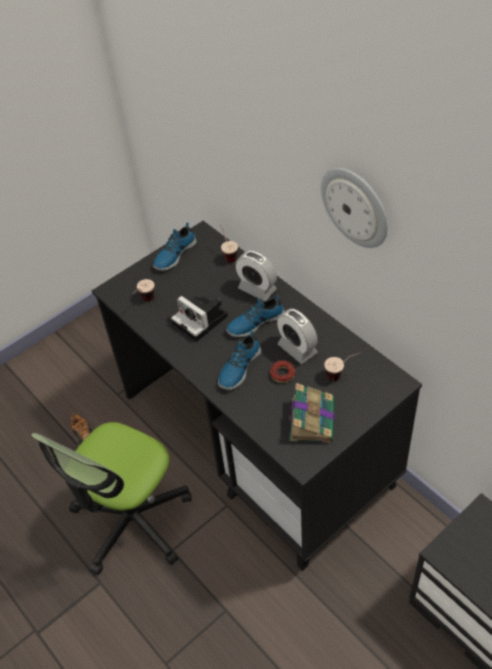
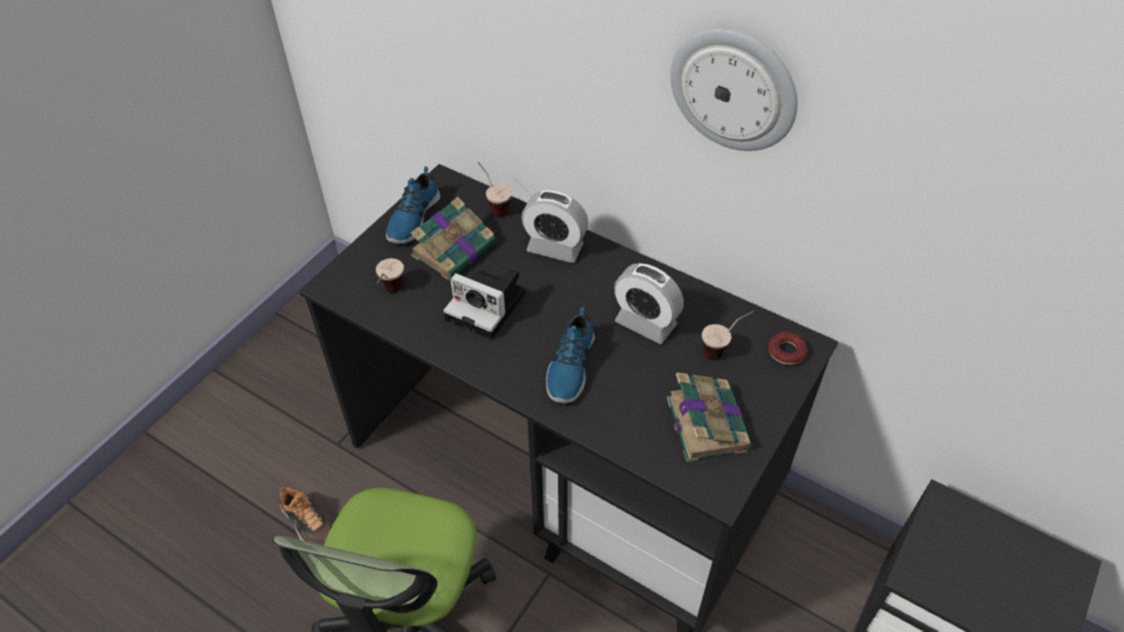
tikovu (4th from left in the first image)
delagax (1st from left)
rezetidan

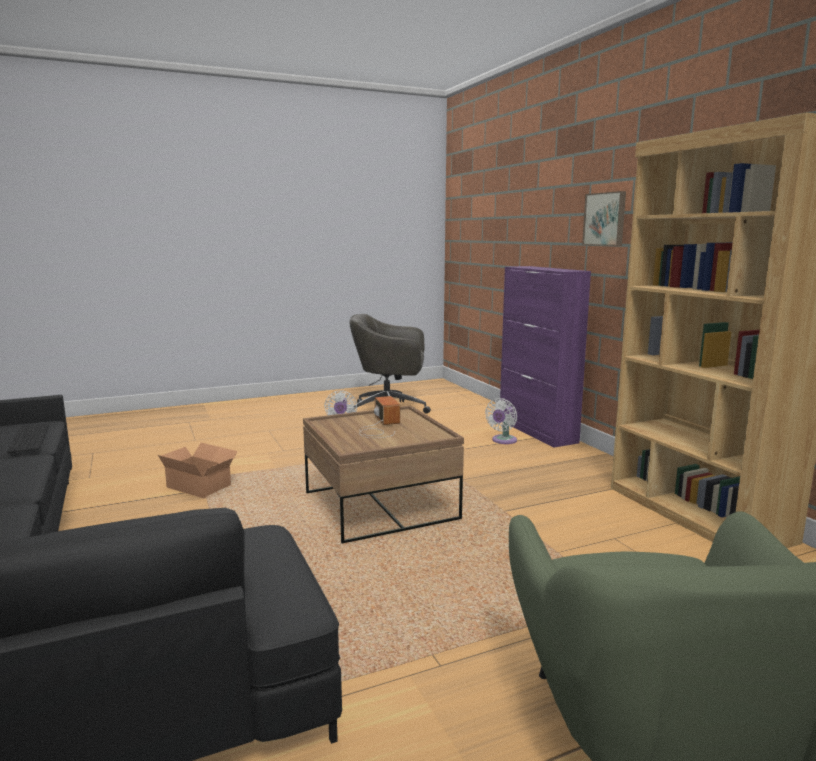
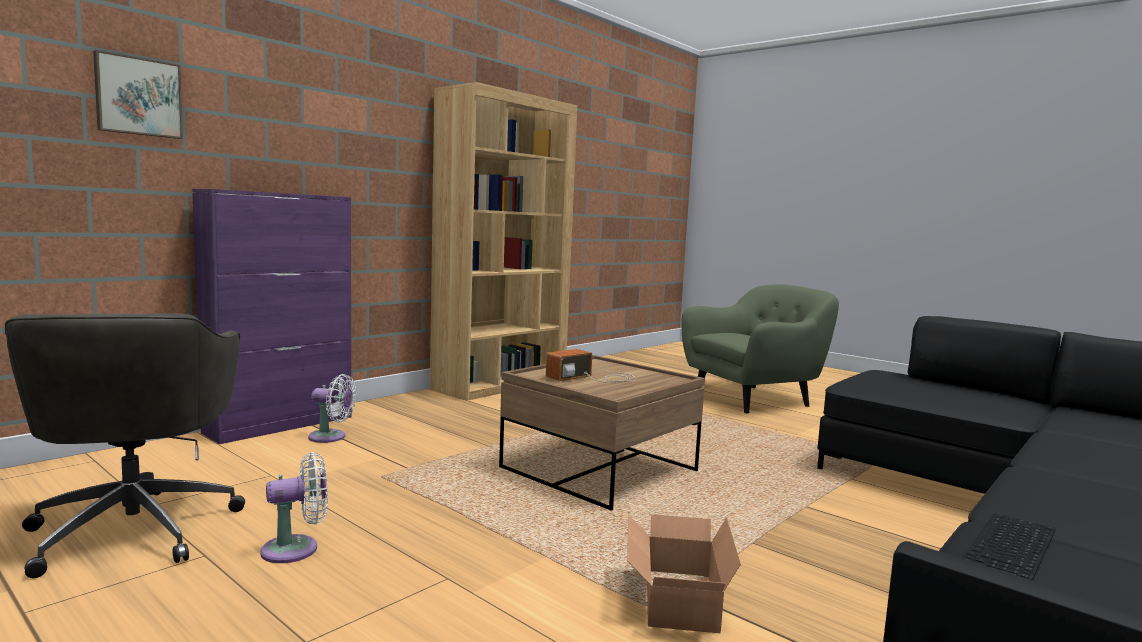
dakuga

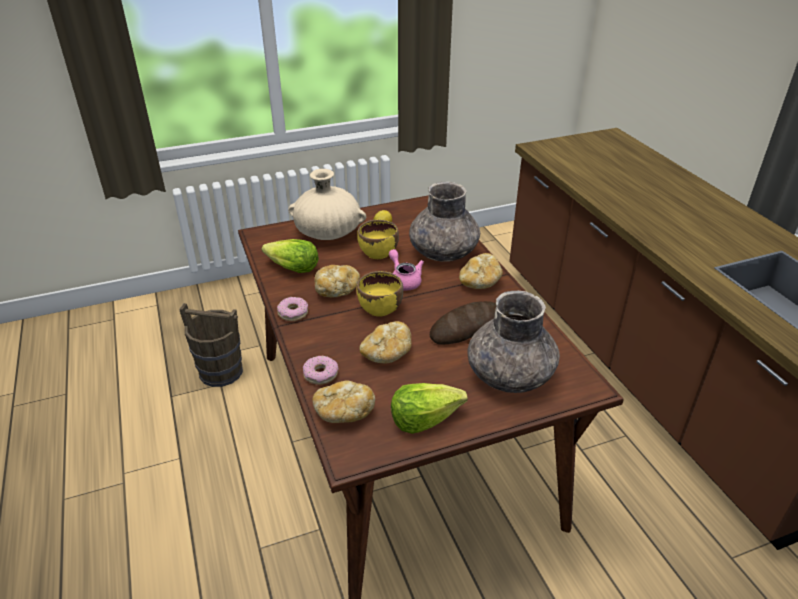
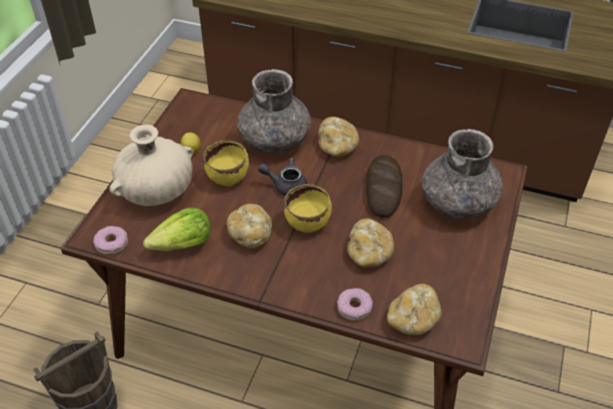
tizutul (2nd from left in the first image)
rezetidan (1st from left)
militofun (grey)

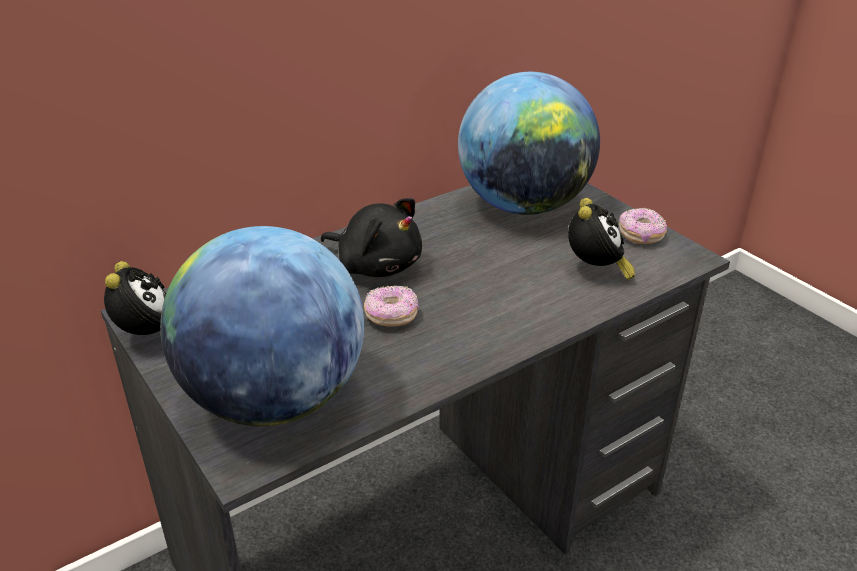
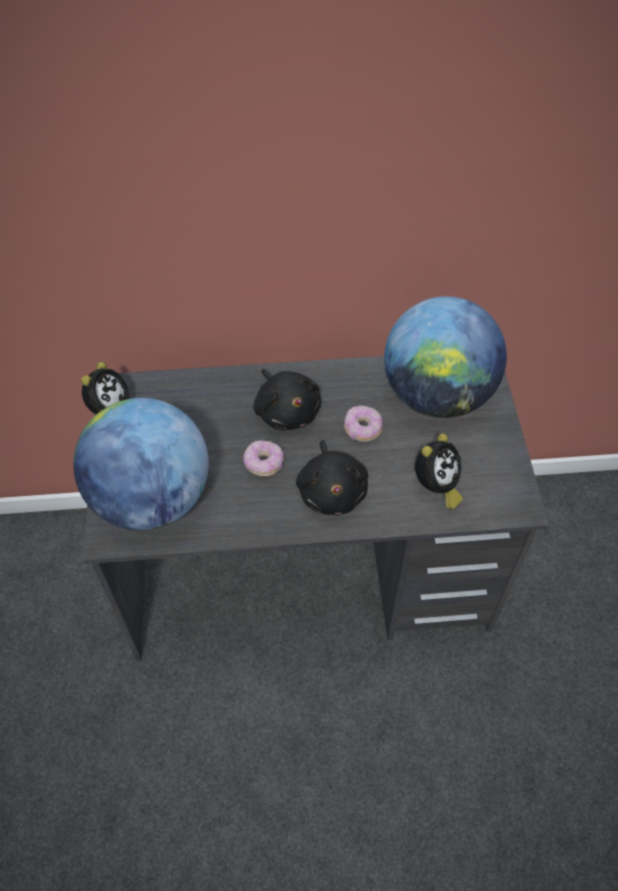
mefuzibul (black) (2nd from left)
rezetidan (2nd from left)

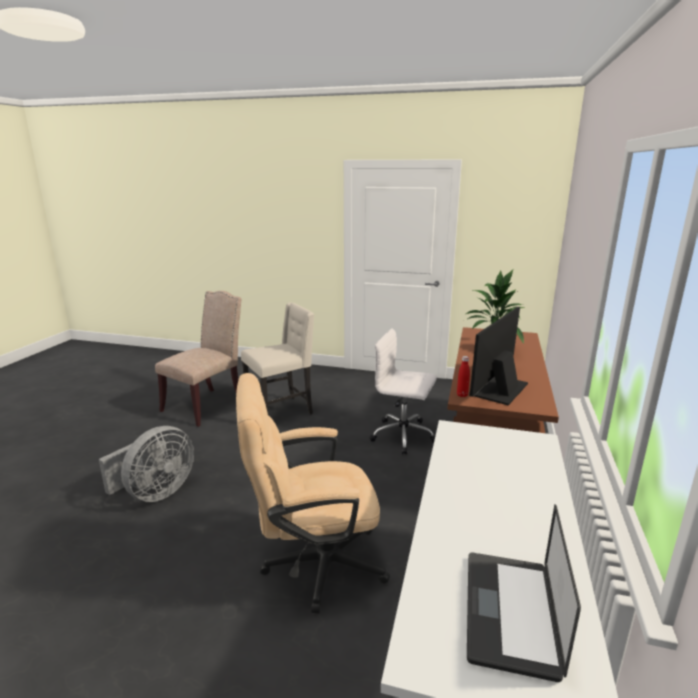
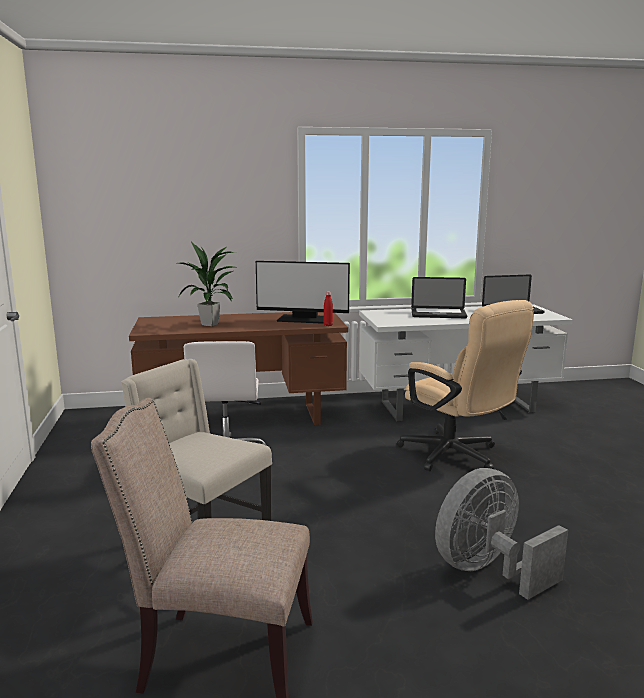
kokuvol (1st from left)
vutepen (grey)

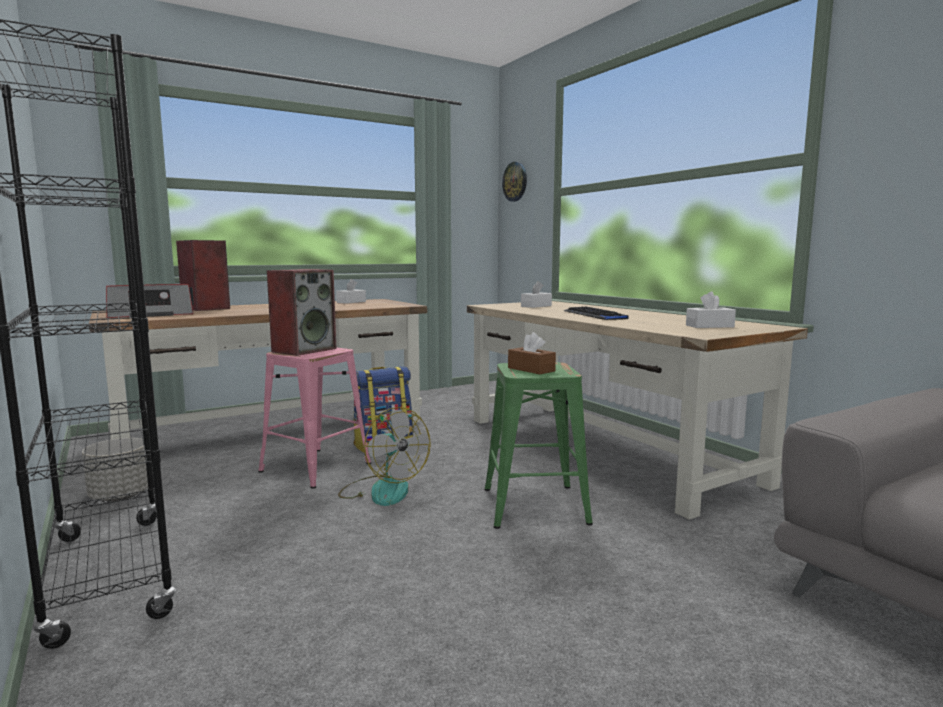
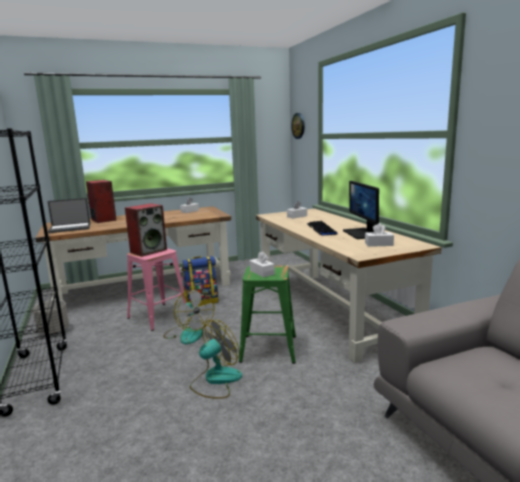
vutepen (2nd from left)
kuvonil
kokuvol
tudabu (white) (2nd from left)

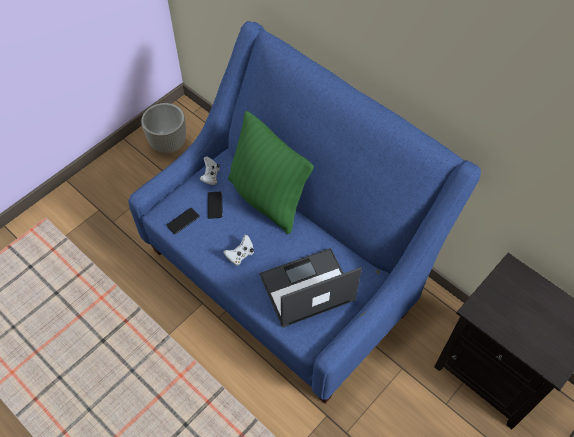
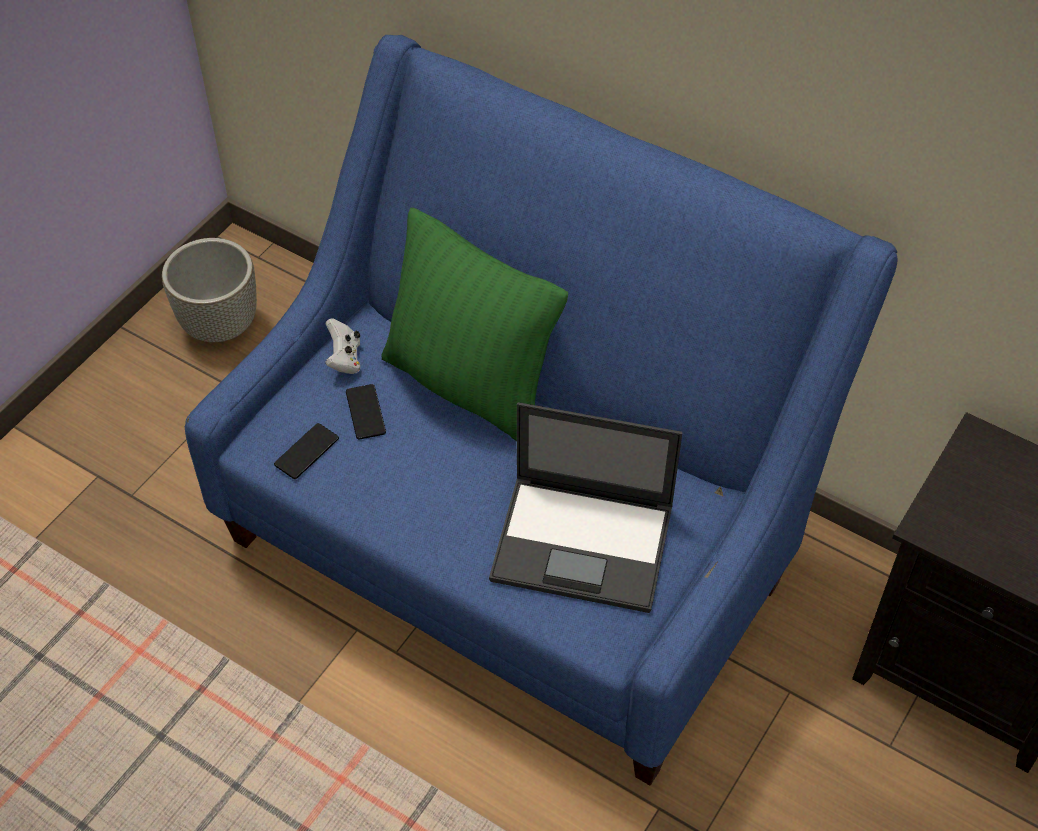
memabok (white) (2nd from left in the first image)
kokuvol

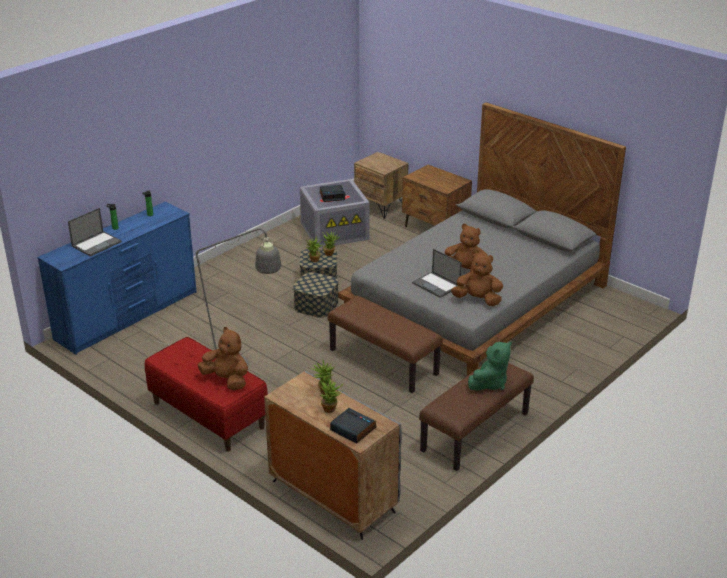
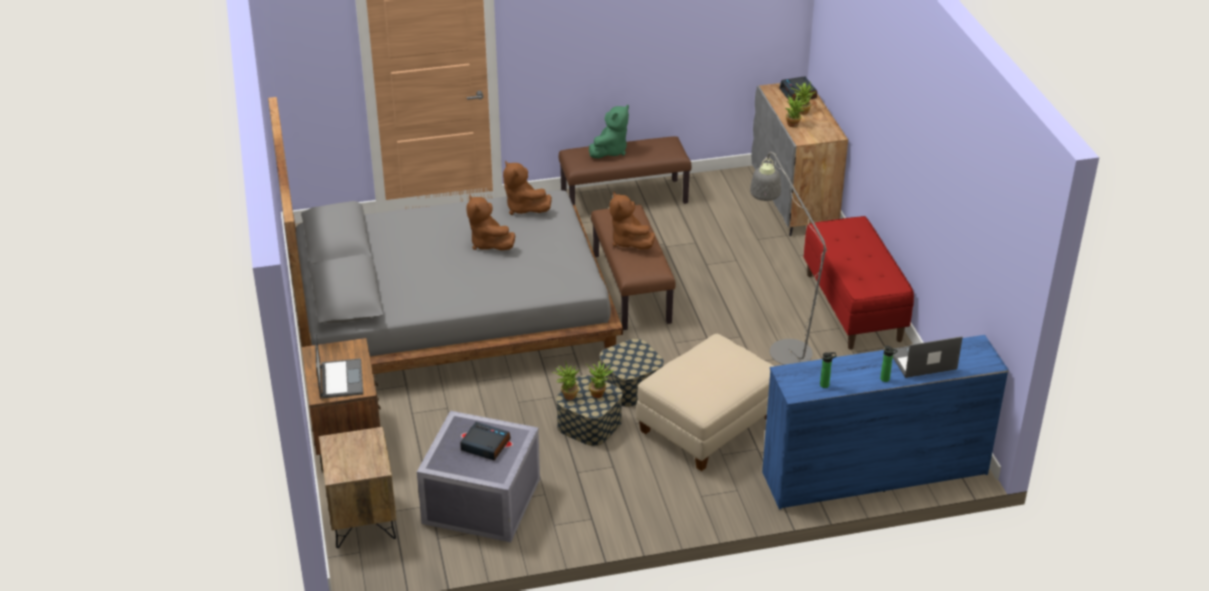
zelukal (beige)
mefuzibul (brown) (3rd from left)
kokuvol (1st from left)
mefuzibul (green)

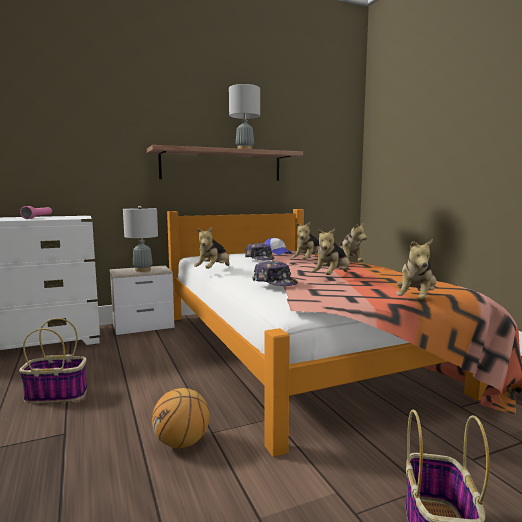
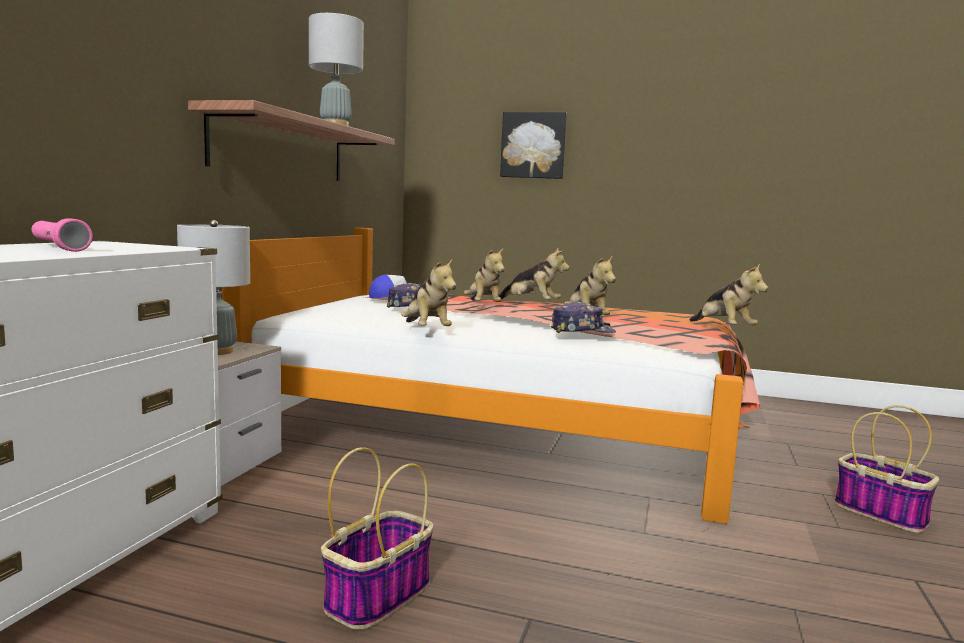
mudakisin
dakuga

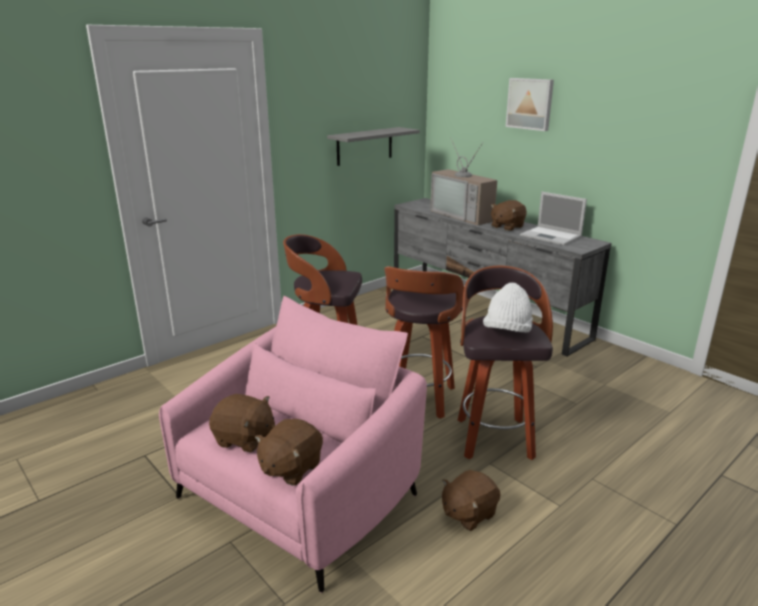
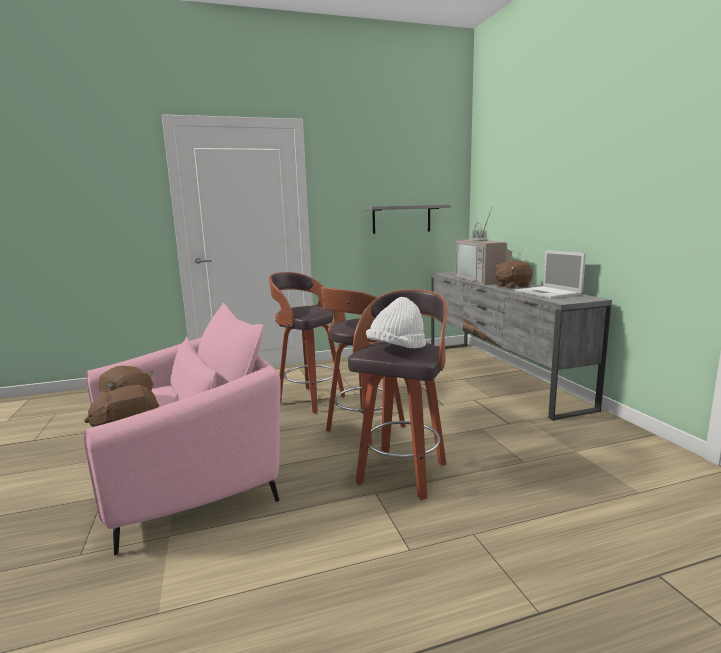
mefuzibul (brown) (3rd from left in the first image)
dakuga

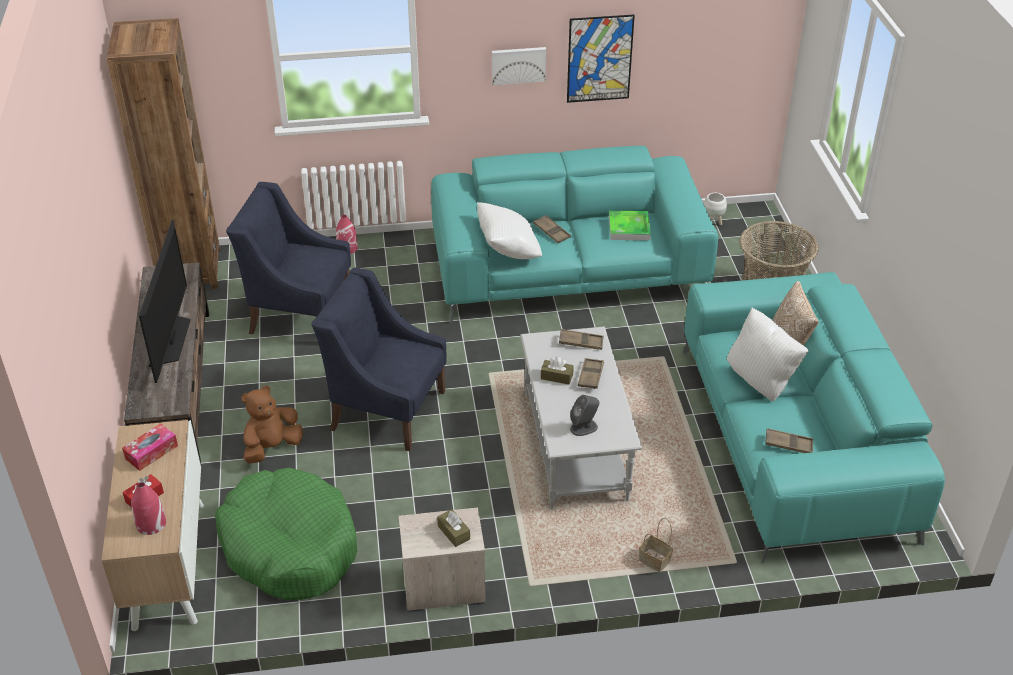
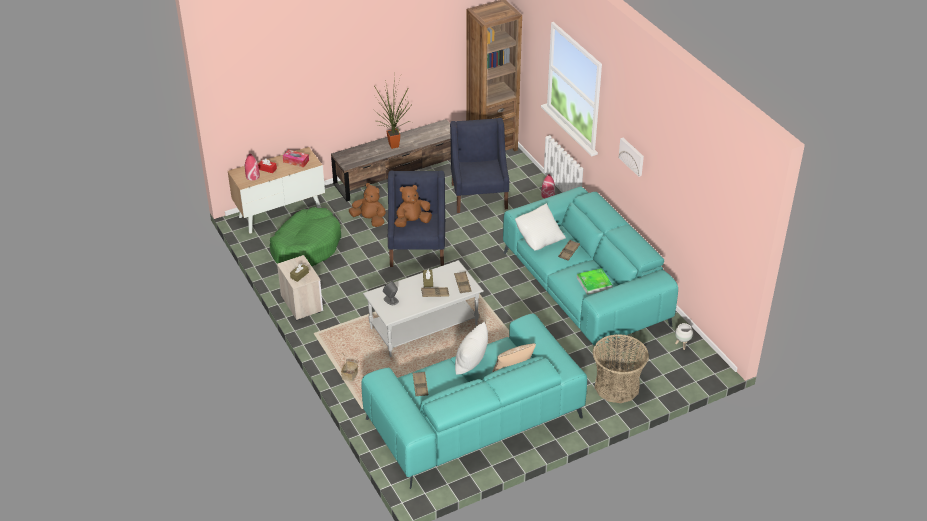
dakuga (2nd from left in the first image)
mefuzibul (brown) (2nd from left)
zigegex

